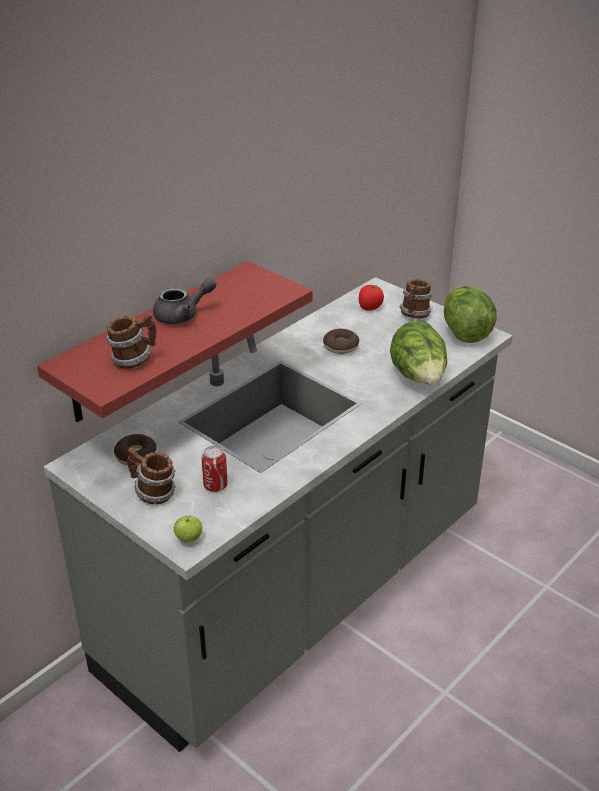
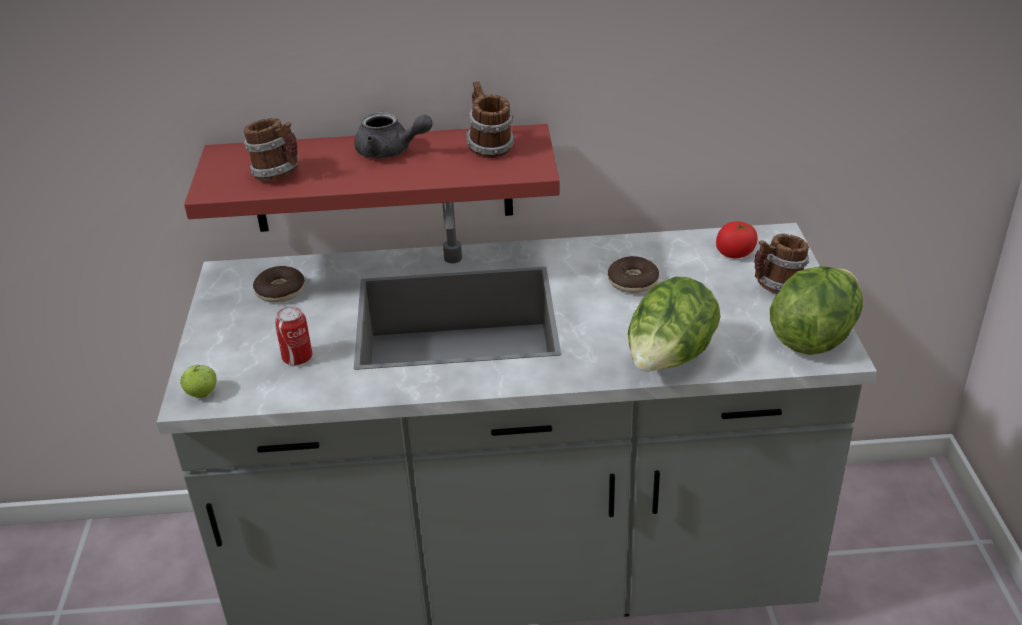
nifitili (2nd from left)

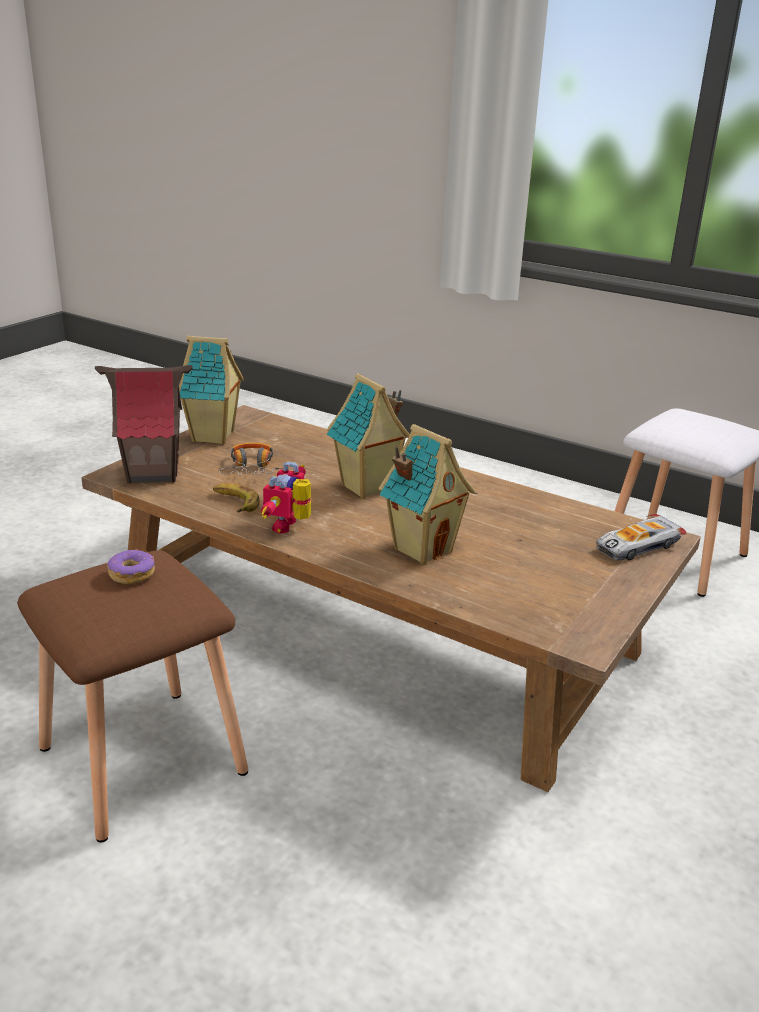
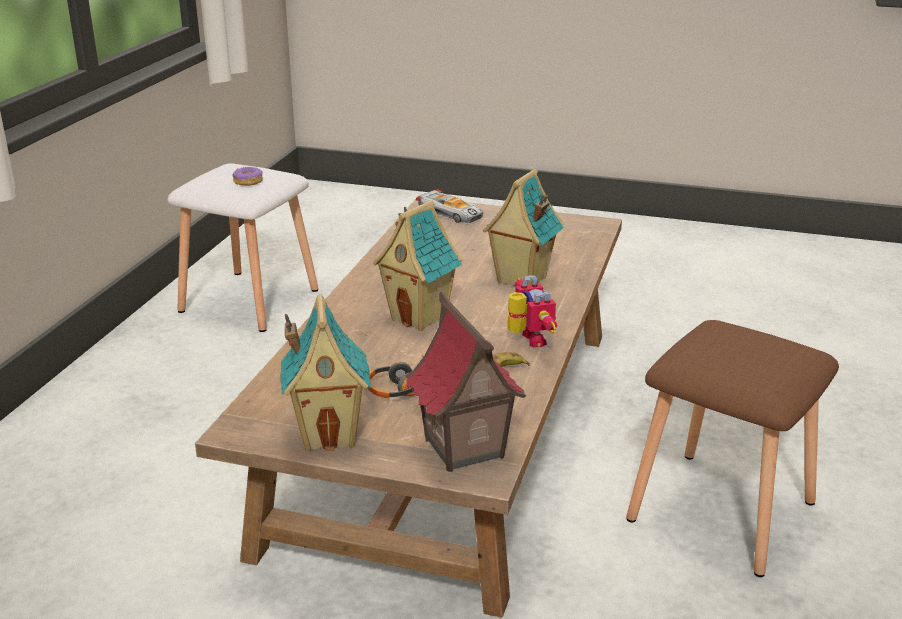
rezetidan
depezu

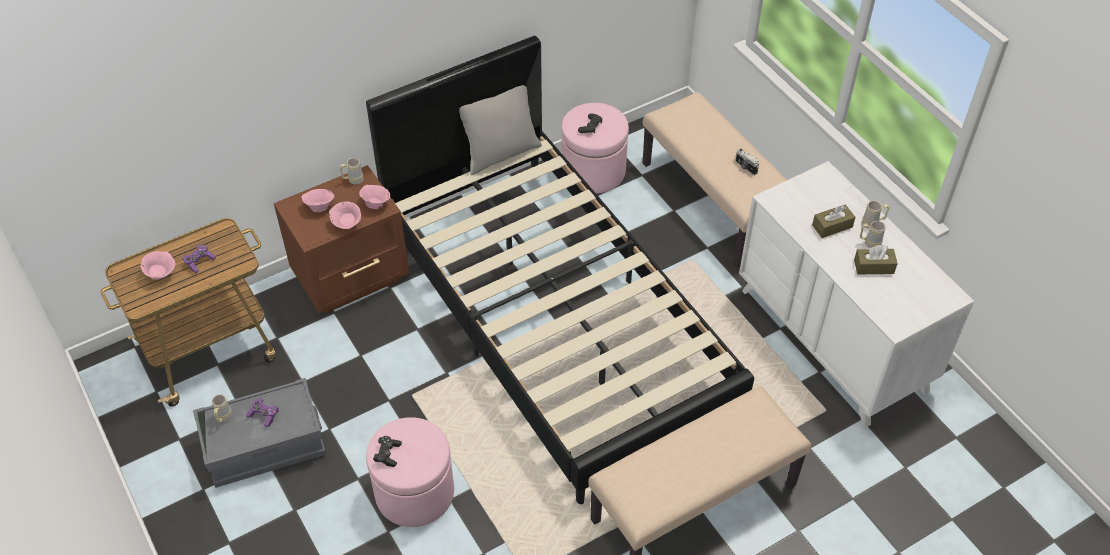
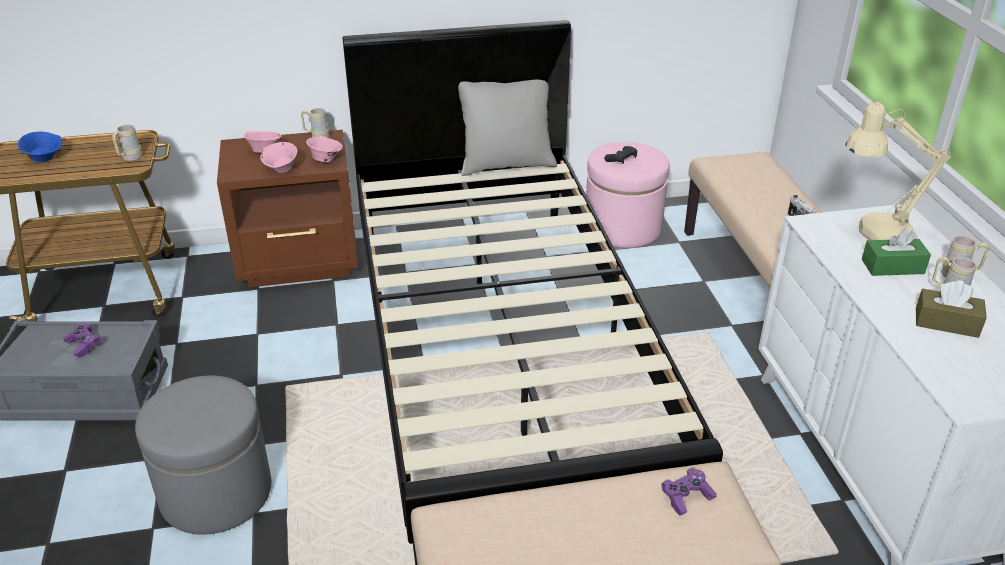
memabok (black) (1st from left in the first image)
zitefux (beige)
memabok (purple) (2nd from left)
nifitili (beige) (1st from left)
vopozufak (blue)
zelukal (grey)
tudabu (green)

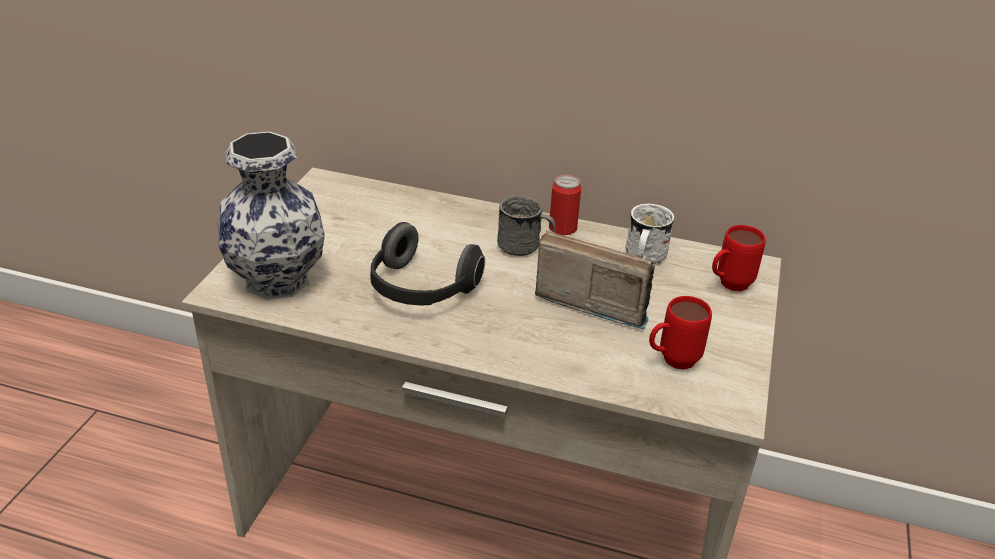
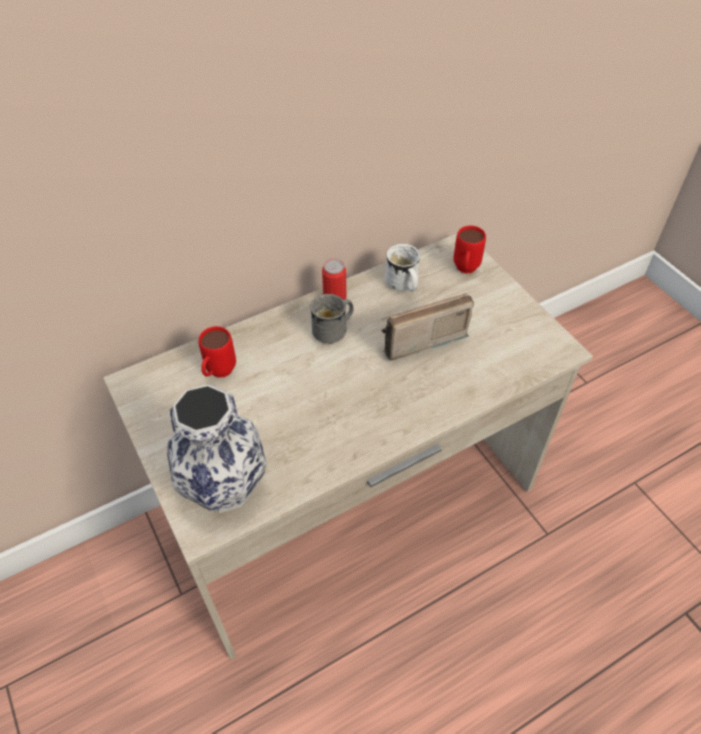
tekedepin
nifitili (red) (1st from left)

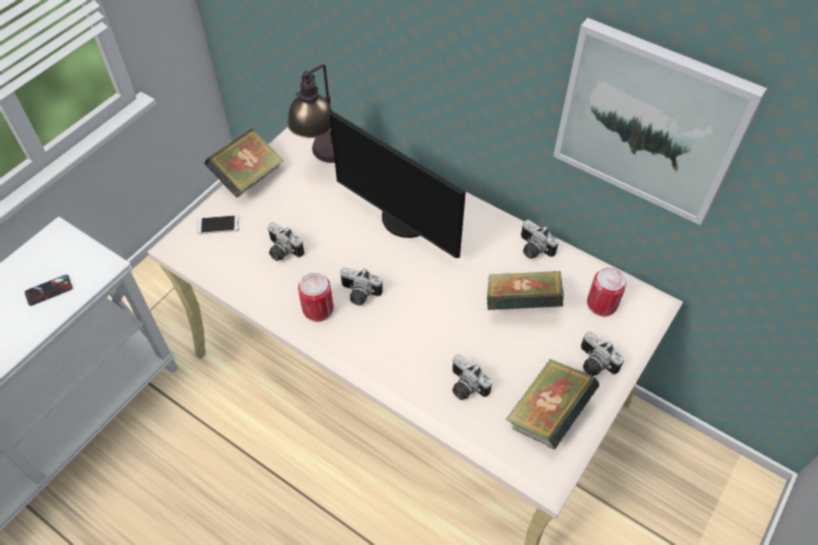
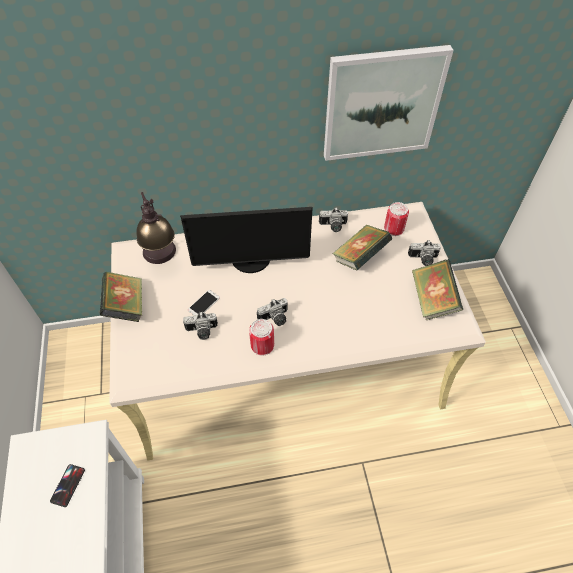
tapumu (3rd from left in the first image)
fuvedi (2nd from left)

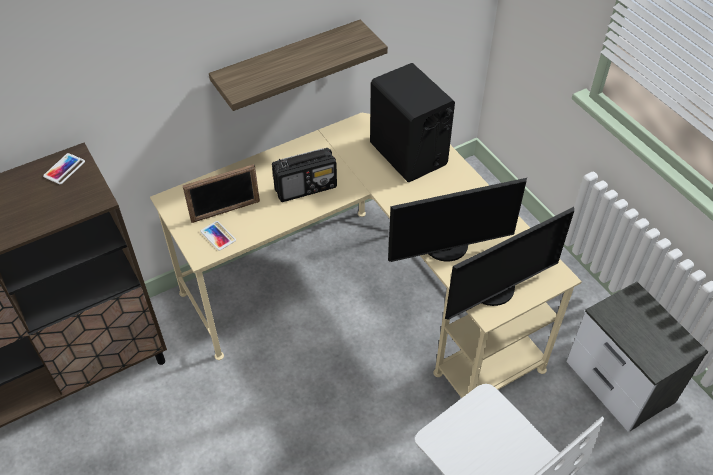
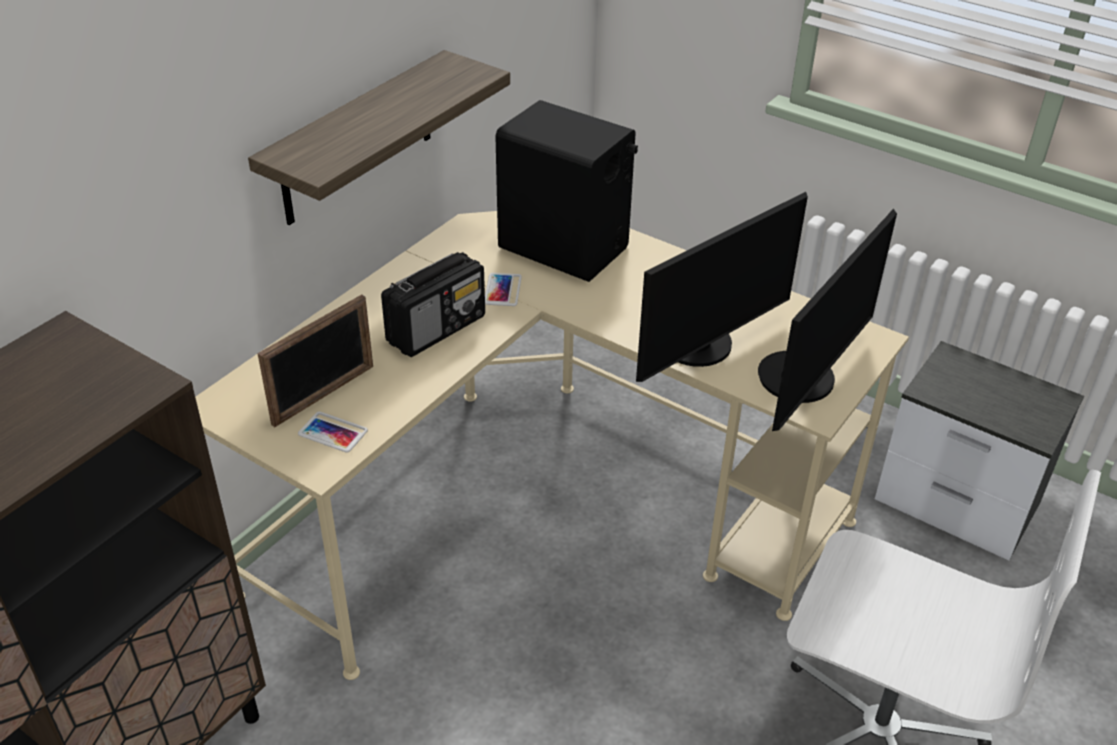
fuvedi (2nd from left)

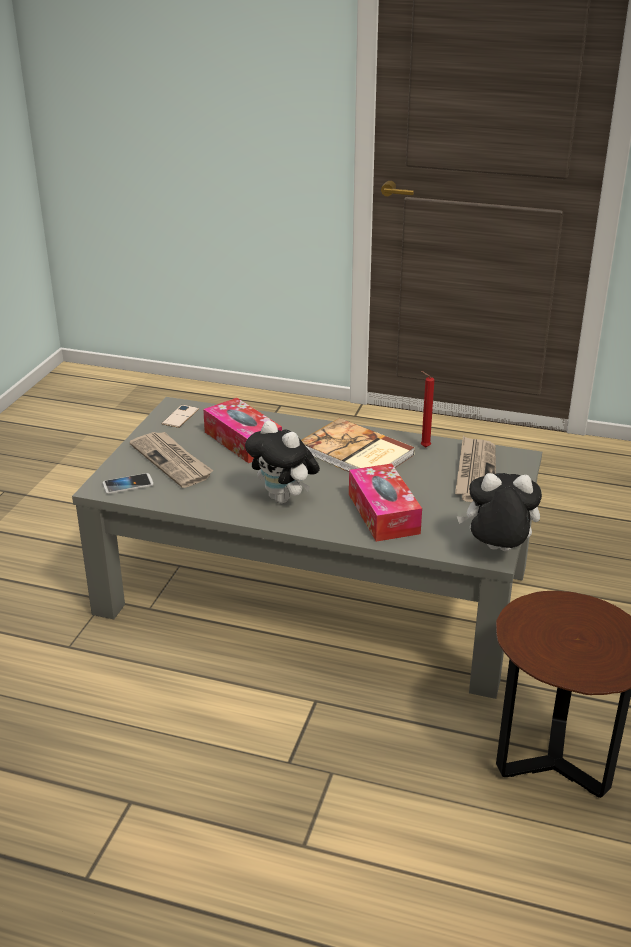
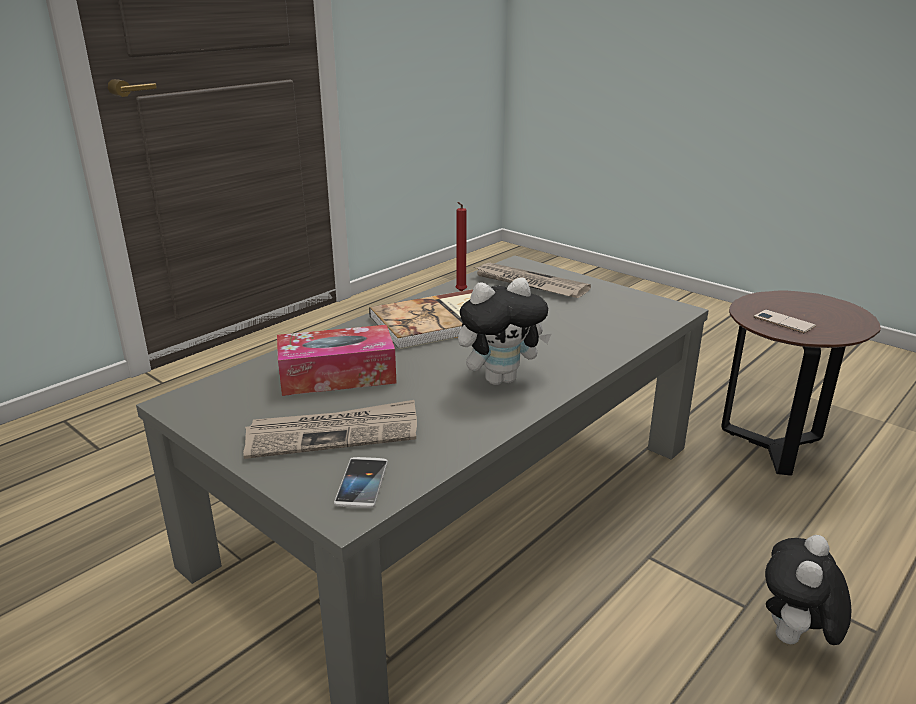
tudabu (2nd from left in the first image)
fuvedi (2nd from left)
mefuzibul (2nd from left)

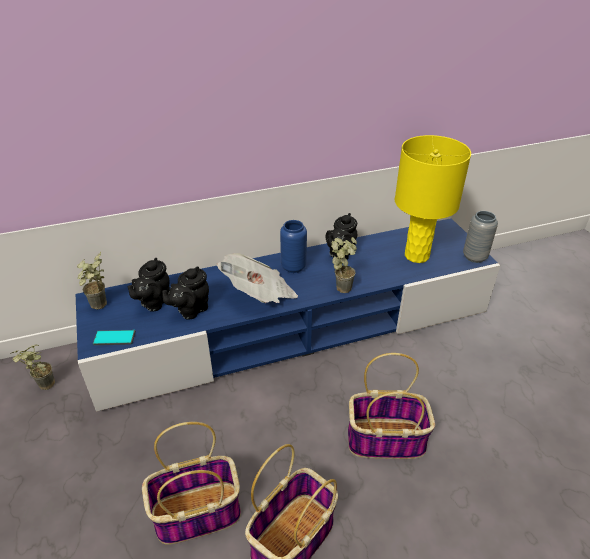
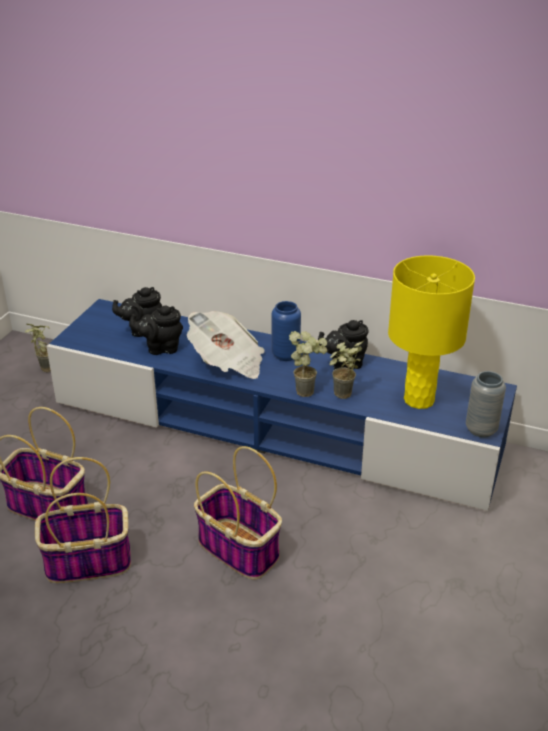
fuvedi
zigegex (3rd from left)

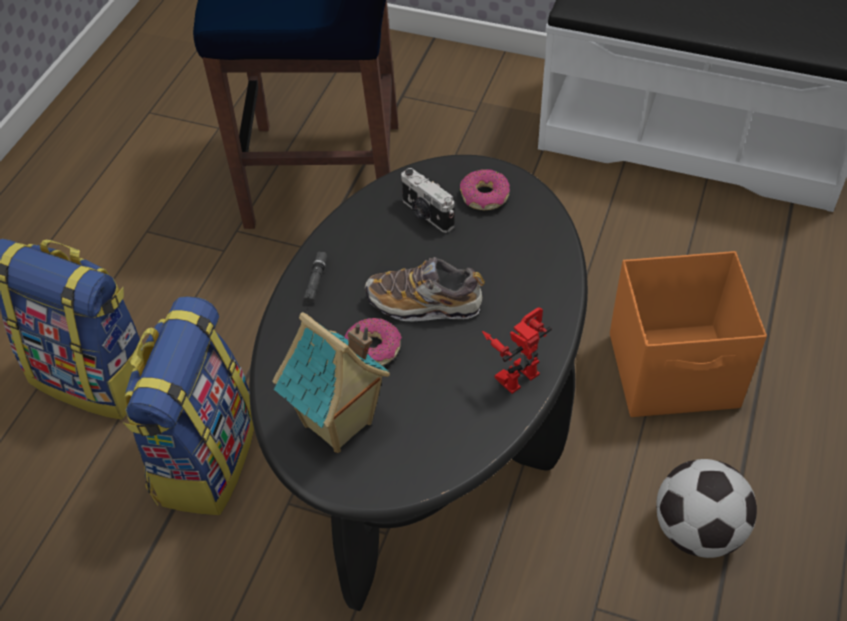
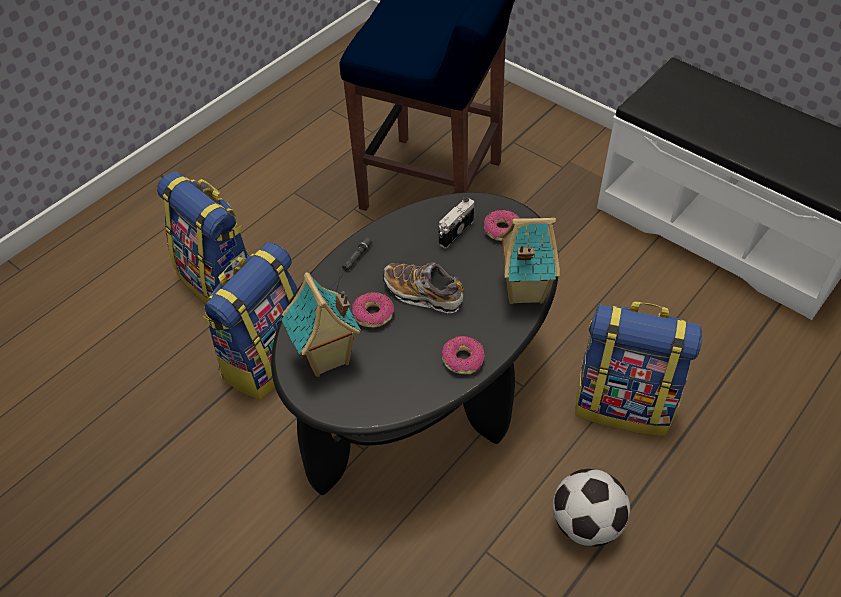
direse (2nd from left)
rezetidan (2nd from left)
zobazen (3rd from left)
tapumu

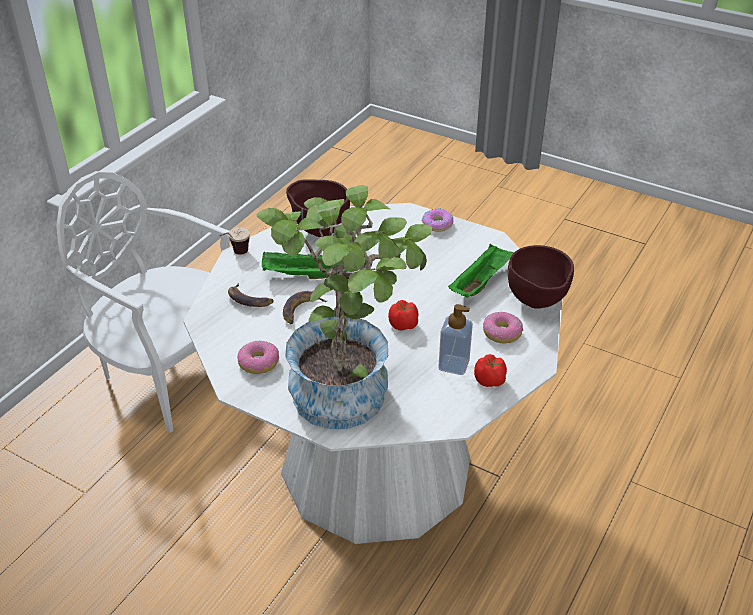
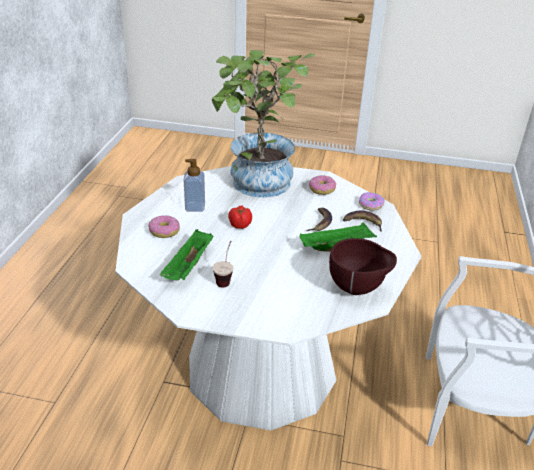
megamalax (2nd from left in the first image)
vopozufak (brown) (2nd from left in the first image)
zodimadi
rezetidan (3rd from left)

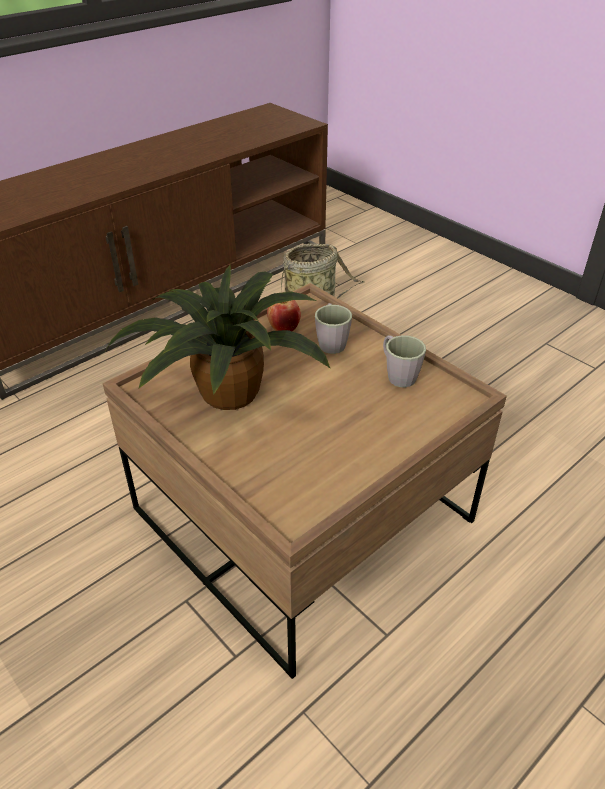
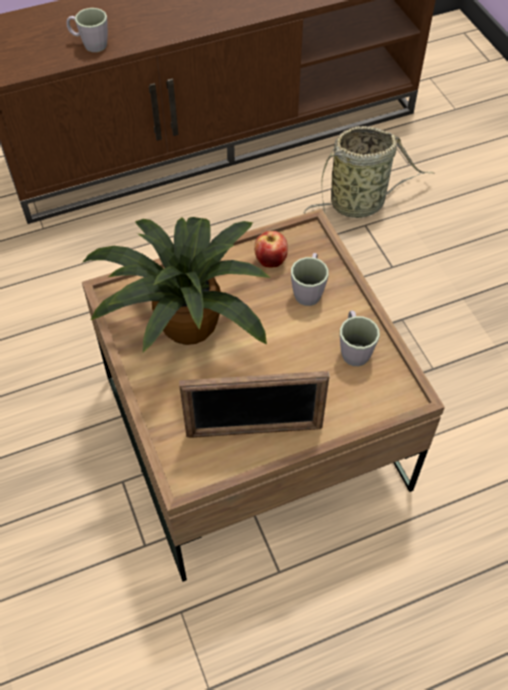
nifitili (grey) (1st from left)
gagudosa

